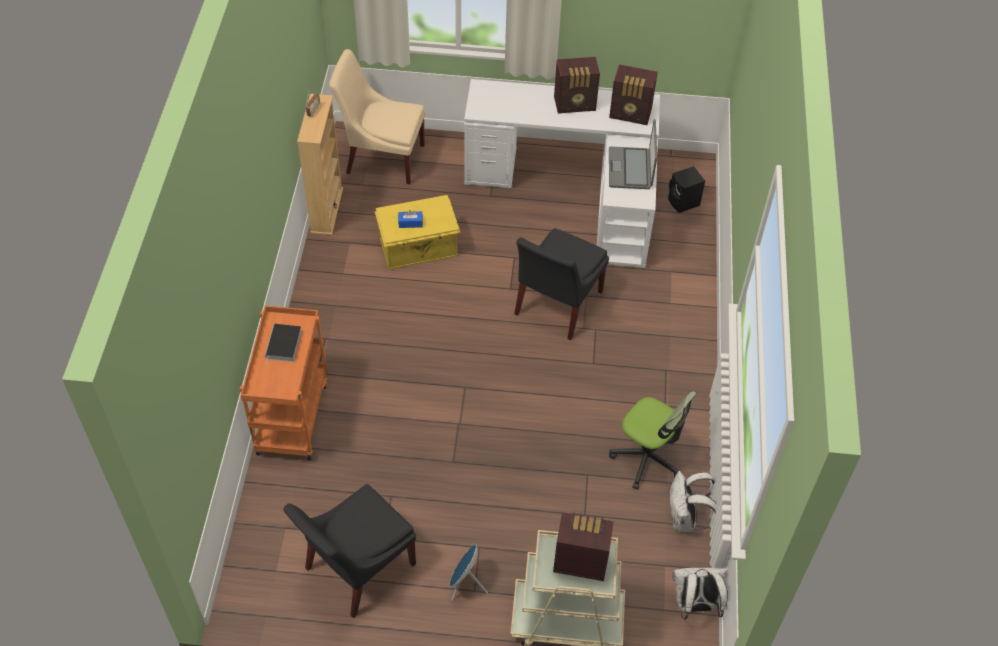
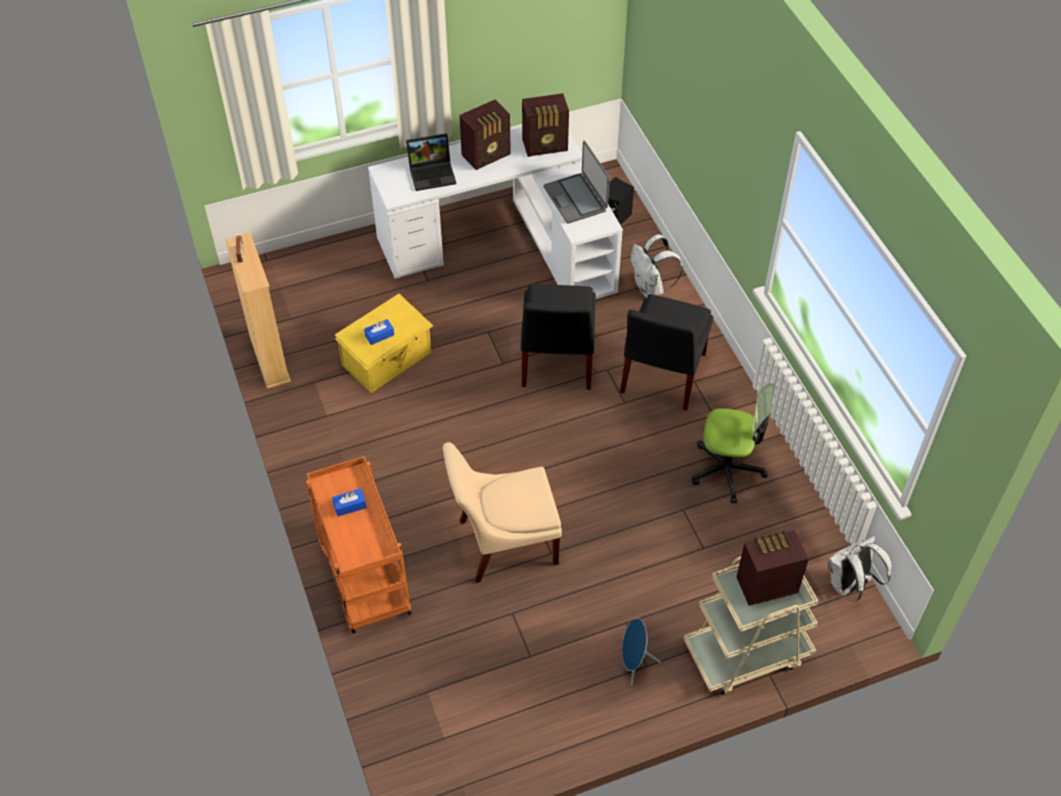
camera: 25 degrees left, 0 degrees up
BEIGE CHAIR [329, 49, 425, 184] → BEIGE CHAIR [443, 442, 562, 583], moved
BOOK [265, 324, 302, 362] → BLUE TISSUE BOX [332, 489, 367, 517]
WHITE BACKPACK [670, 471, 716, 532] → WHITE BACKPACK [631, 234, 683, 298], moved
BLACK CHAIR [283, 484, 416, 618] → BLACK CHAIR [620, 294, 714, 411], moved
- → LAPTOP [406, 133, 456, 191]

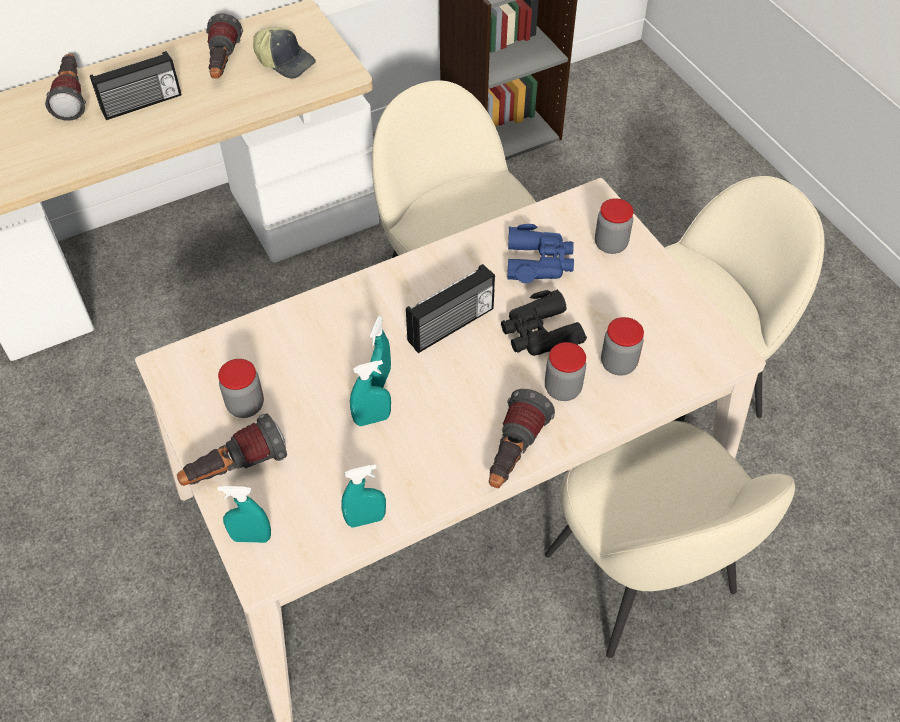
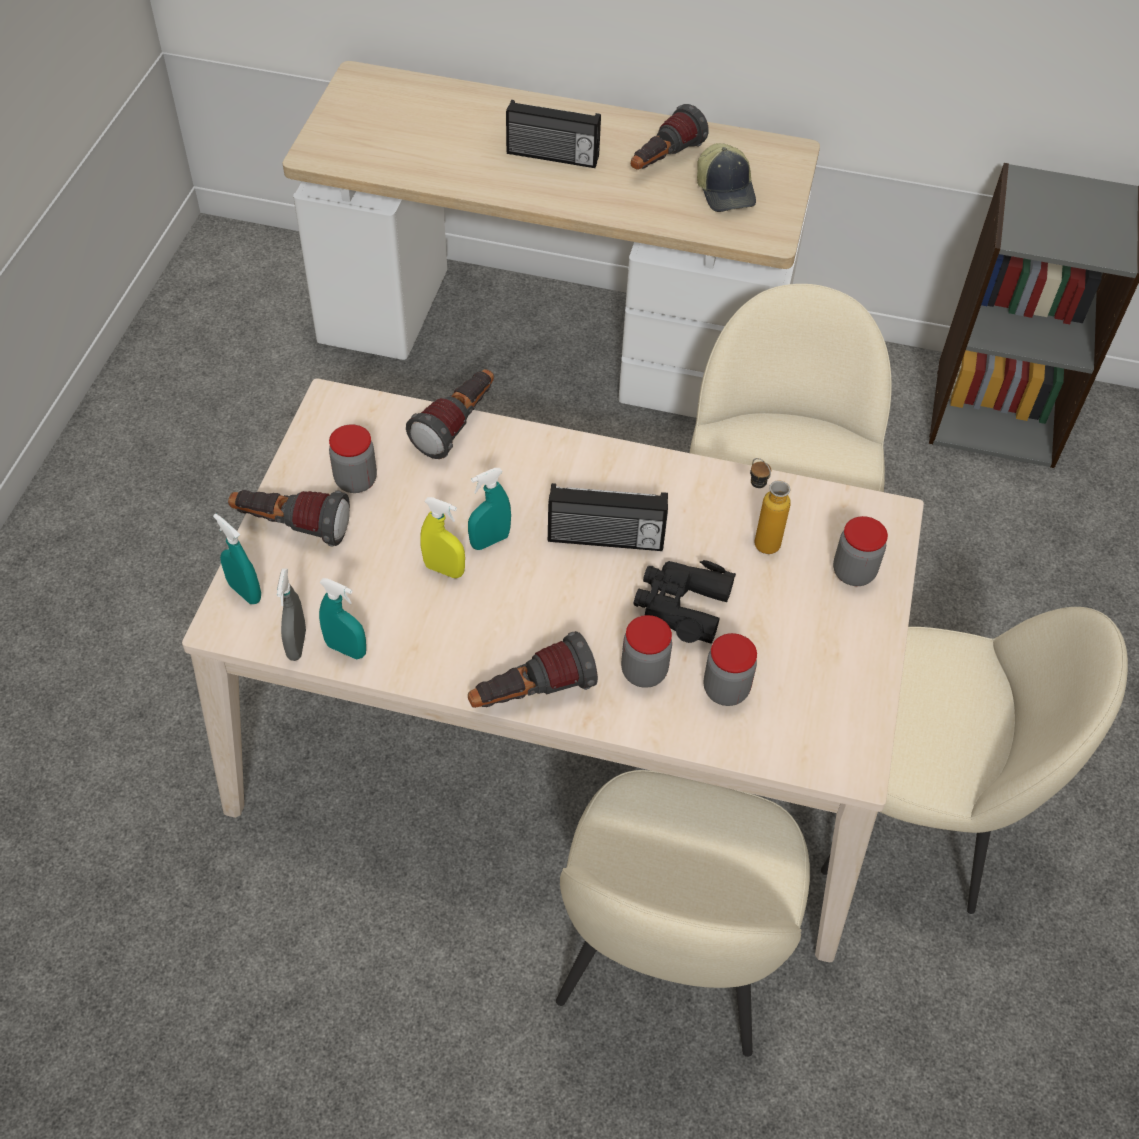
camera: 40 degrees right, 0 degrees up
FLASHLIGHT [45, 54, 86, 121] → FLASHLIGHT [406, 369, 494, 459], moved
BLUE BINOCULARS [507, 224, 574, 283] → BOTTLE [750, 458, 791, 554]
TURQUOISE SPRAY BOTTLE [350, 360, 391, 426] → YELLOW SPRAY BOTTLE [420, 497, 465, 578]
- → GREY SPRAY BOTTLE [277, 568, 306, 661]

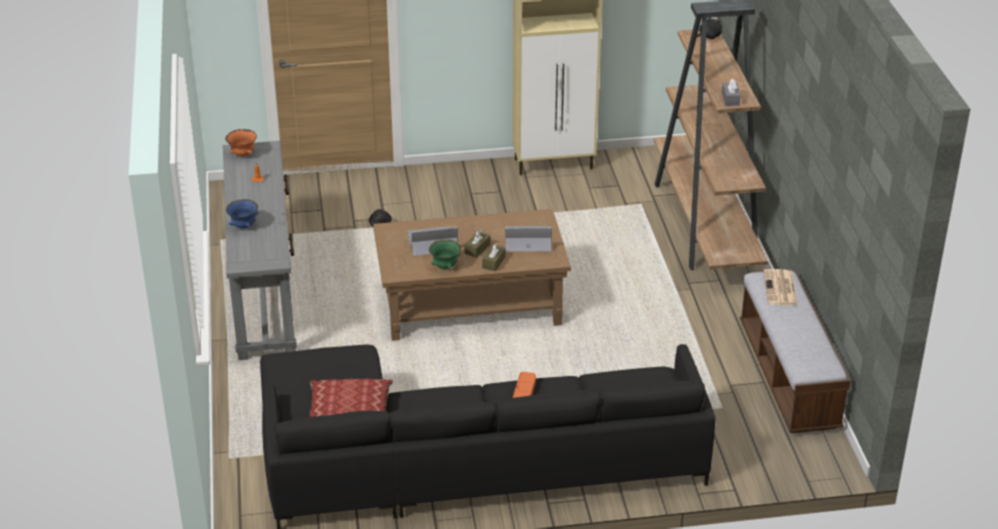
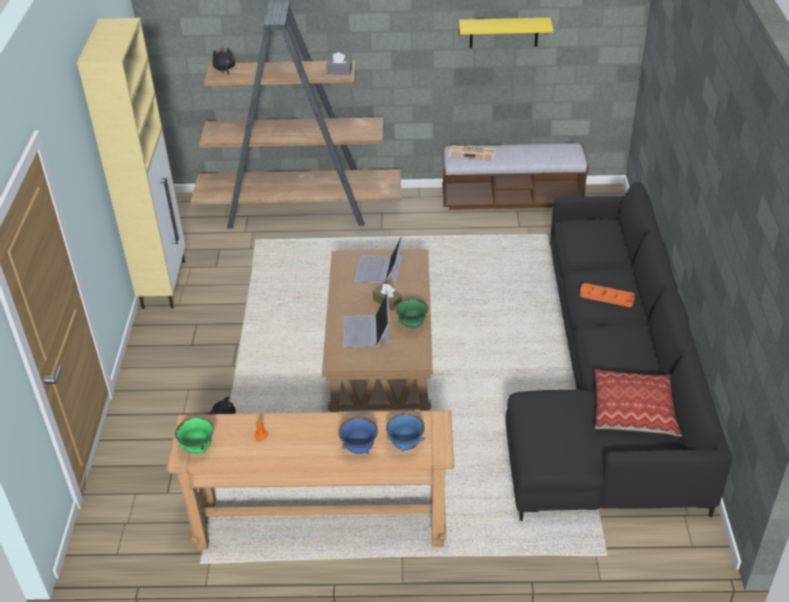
camera: 80 degrees left, 5 degrees up
ORANGE BOWL [225, 129, 257, 156] → GREEN BOWL [175, 417, 214, 454]
GREY CONSOLE TABLE [223, 141, 297, 360] → BROWN CONSOLE TABLE [166, 410, 454, 550]
BROWN TISSUE BOX [482, 243, 505, 271] → -
- → YELLOW SHELF [459, 18, 553, 48]
- → BLUE BOWL [386, 413, 425, 452]

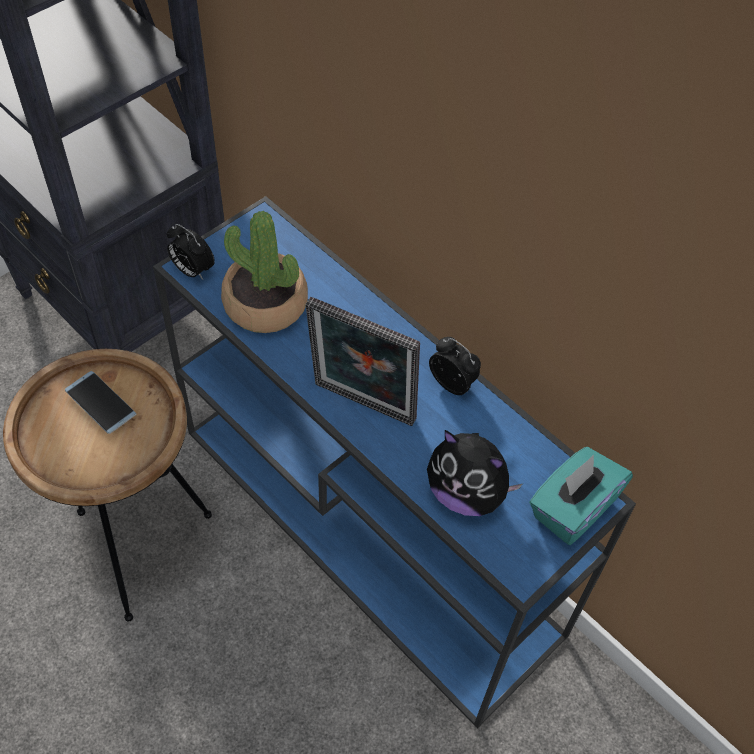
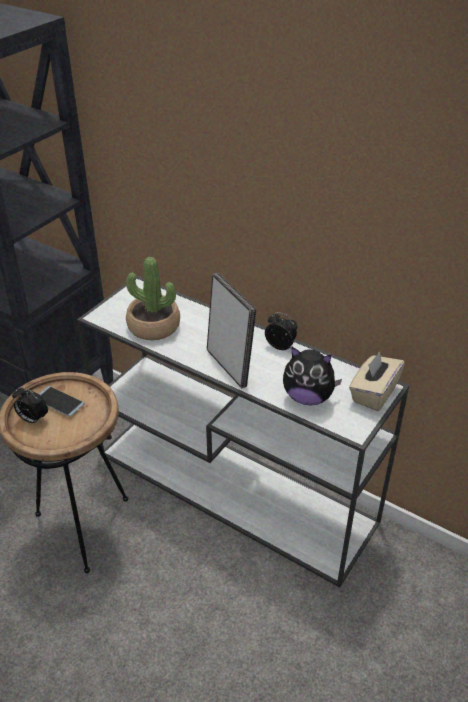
camera: 10 degrees left, 15 degrees down
BLUE CONSOLE TABLE [153, 196, 636, 729] → WHITE CONSOLE TABLE [77, 276, 409, 588]
ALARM CLOCK [166, 224, 215, 280] → ALARM CLOCK [12, 387, 48, 424], moved
PICTURE FRAME [306, 297, 420, 426] → PICTURE FRAME [207, 273, 256, 388], 135 degrees counterclockwise
TURQUOISE TISSUE BOX [529, 447, 633, 545] → BEIGE TISSUE BOX [349, 352, 405, 411]

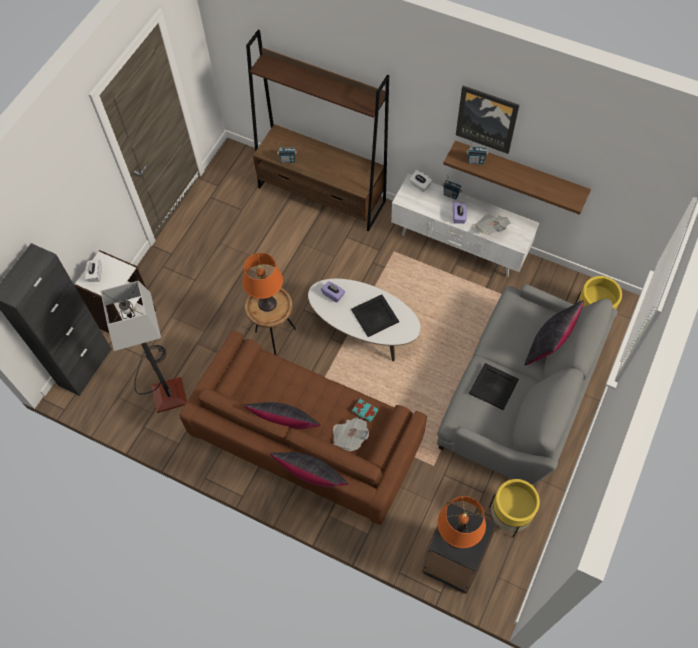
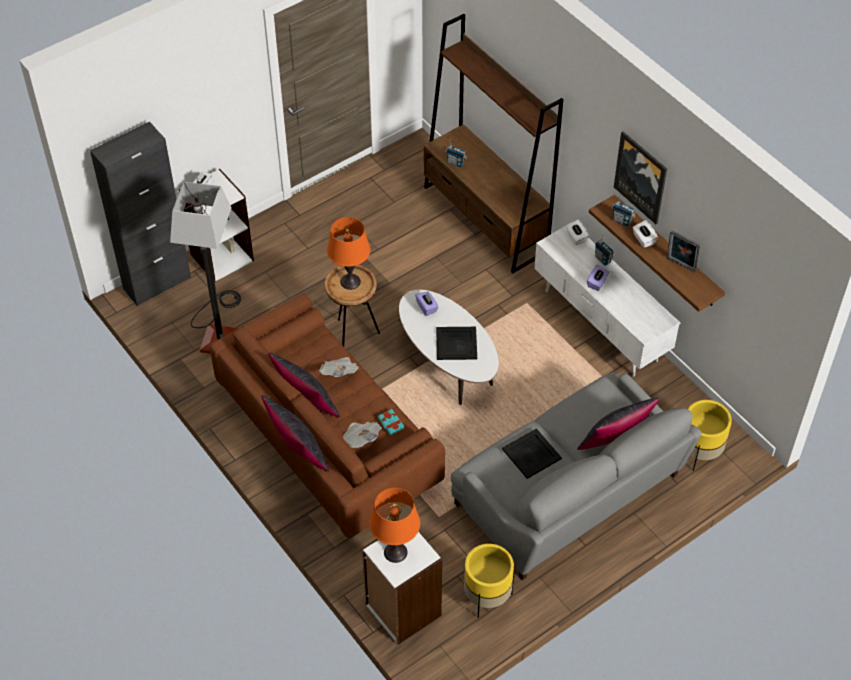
camera: 25 degrees right, 10 degrees down
NEWSPAPER [474, 214, 511, 235] → NEWSPAPER [319, 357, 359, 377], moved
BLACK BOOKCASE [421, 502, 497, 594] → WHITE BOOKCASE [362, 532, 442, 645]
- → WHITE TISSUE BOX [632, 220, 658, 248]
- → PICTURE FRAME [667, 230, 700, 272]

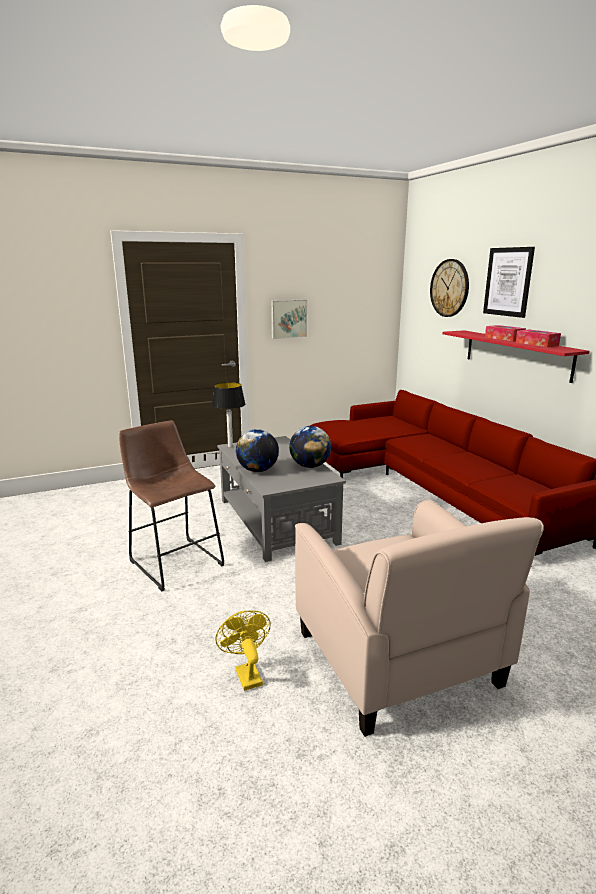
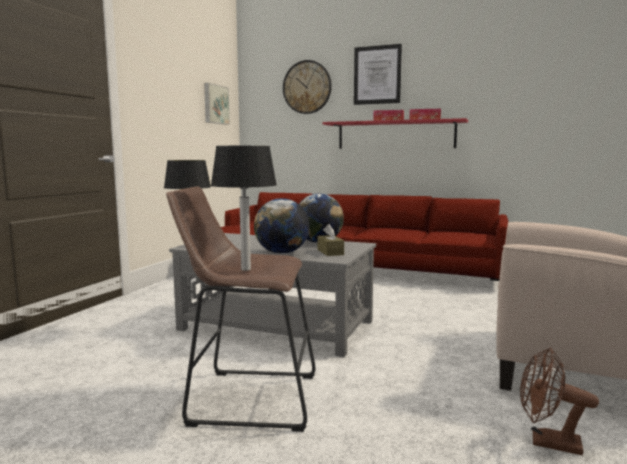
camera: 45 degrees left, 10 degrees down
PICTURE [271, 300, 307, 339] → PICTURE [204, 83, 230, 125], moved
YELLOW FAN [215, 610, 271, 691] → BROWN FAN [520, 348, 599, 455]
- → TABLE LAMP [211, 146, 277, 271]
- → BROWN TISSUE BOX [317, 224, 344, 256]

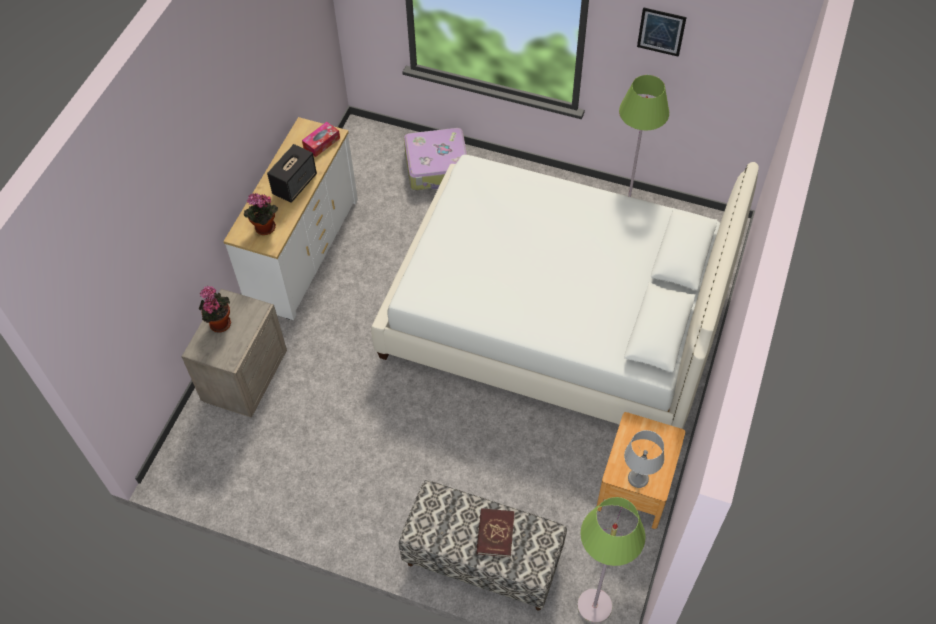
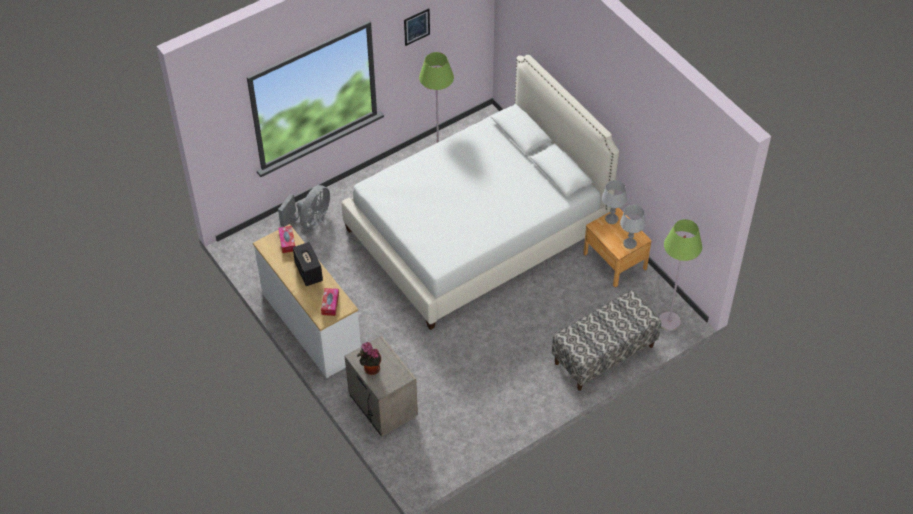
camera: 55 degrees left, 5 degrees down
SUITCASE [404, 128, 467, 190] → GREY FAN [278, 185, 330, 230]
POTTED PLANT [243, 193, 278, 235] → TISSUE BOX [321, 288, 339, 316]
RED BOOK [477, 508, 515, 557] → -
- → GREY TABLE LAMP [602, 180, 627, 224]

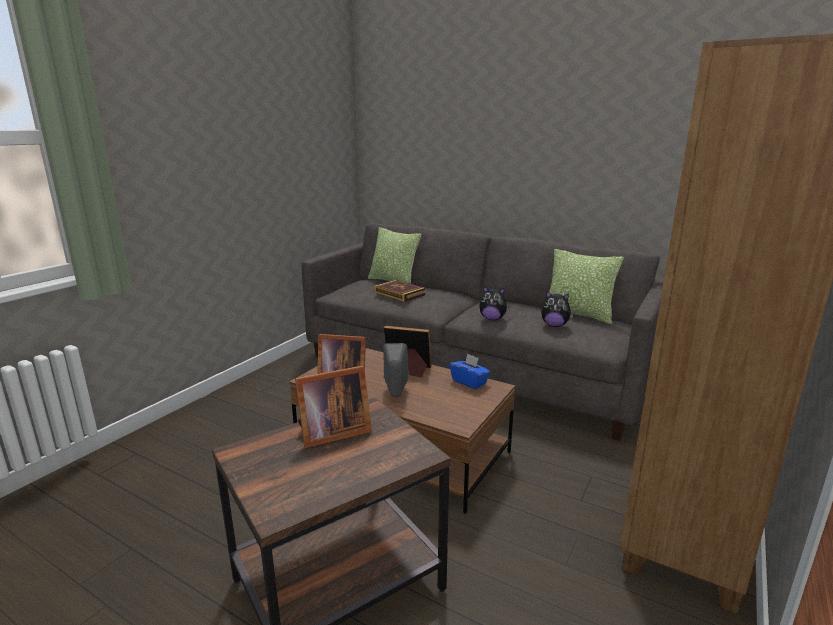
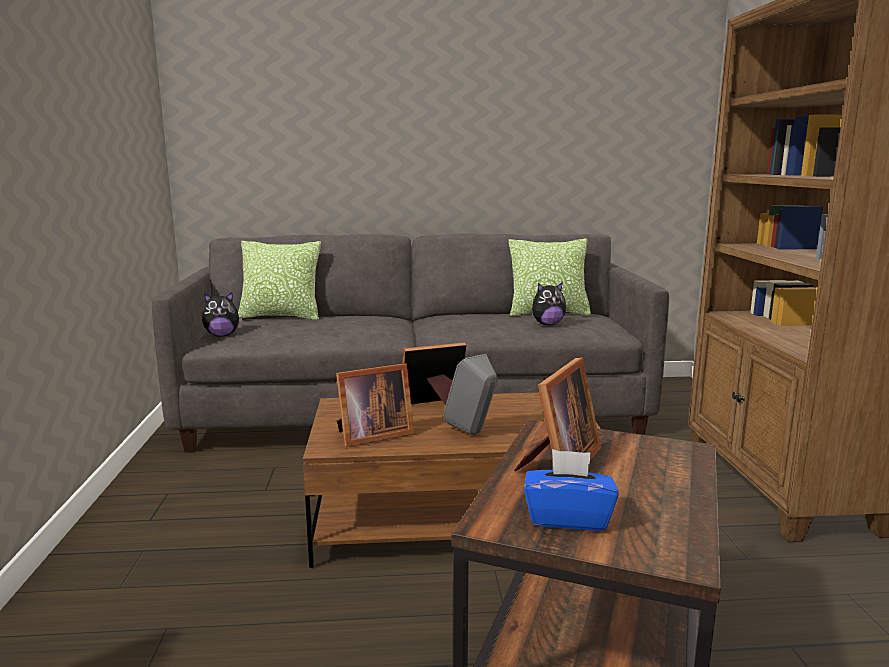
camera: 35 degrees left, 5 degrees down
BOOK [375, 280, 426, 302] → -
PLUSH TOY [479, 286, 510, 320] → PLUSH TOY [202, 292, 242, 337], moved
BLUE TISSUE BOX [450, 353, 490, 389] → BLUE TISSUE BOX [524, 449, 619, 531], moved

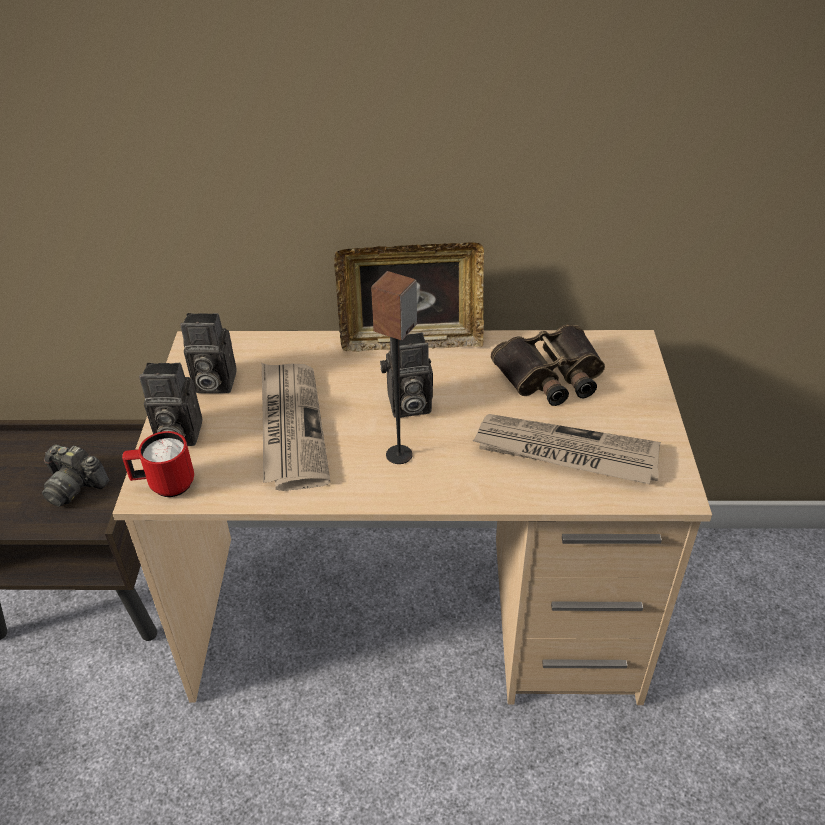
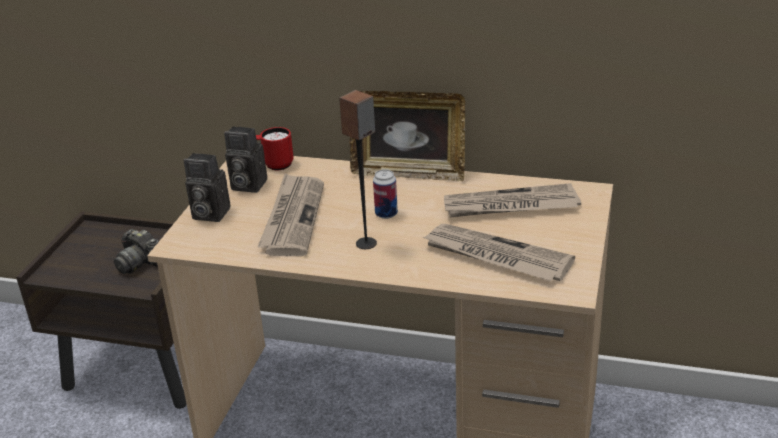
camera: 15 degrees right, 10 degrees down
BINOCULARS [491, 324, 605, 406] → NEWSPAPER [444, 183, 581, 217]
PHOTO CAMERA [380, 332, 433, 418] → CAN [373, 169, 398, 219]
RED MUG [122, 431, 194, 497] → RED MUG [256, 127, 294, 170], moved

